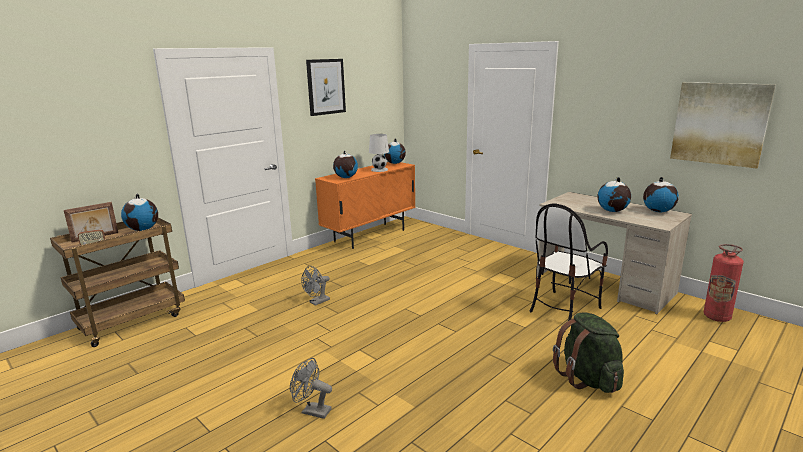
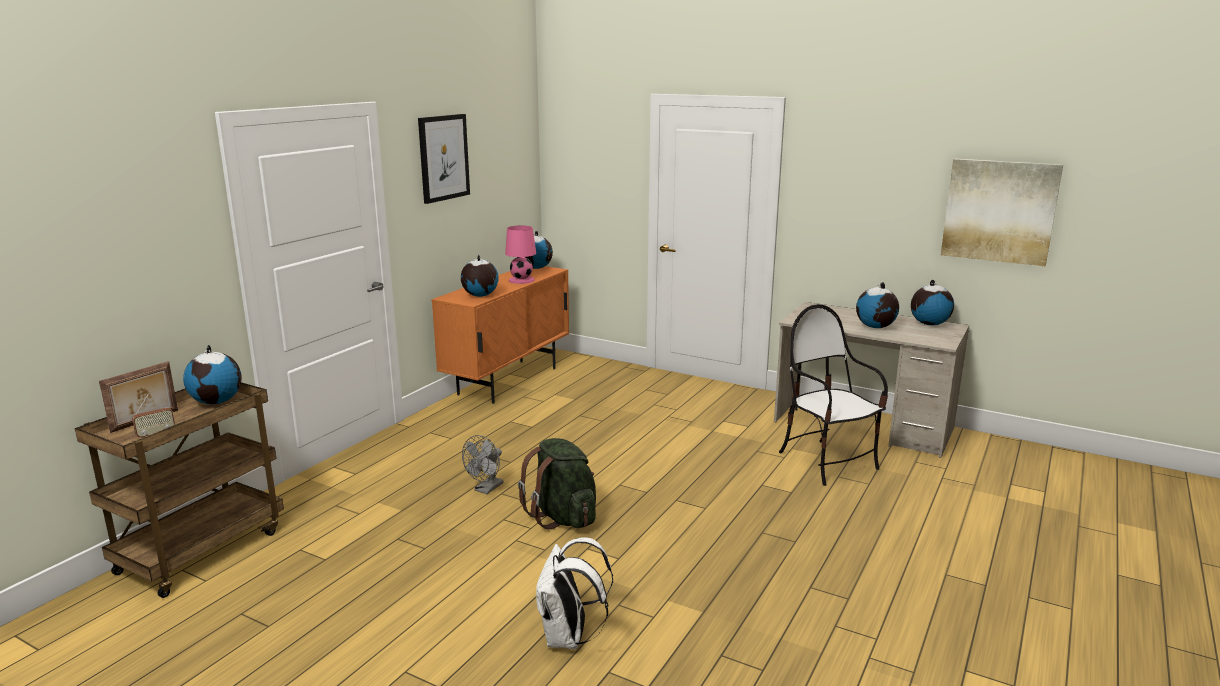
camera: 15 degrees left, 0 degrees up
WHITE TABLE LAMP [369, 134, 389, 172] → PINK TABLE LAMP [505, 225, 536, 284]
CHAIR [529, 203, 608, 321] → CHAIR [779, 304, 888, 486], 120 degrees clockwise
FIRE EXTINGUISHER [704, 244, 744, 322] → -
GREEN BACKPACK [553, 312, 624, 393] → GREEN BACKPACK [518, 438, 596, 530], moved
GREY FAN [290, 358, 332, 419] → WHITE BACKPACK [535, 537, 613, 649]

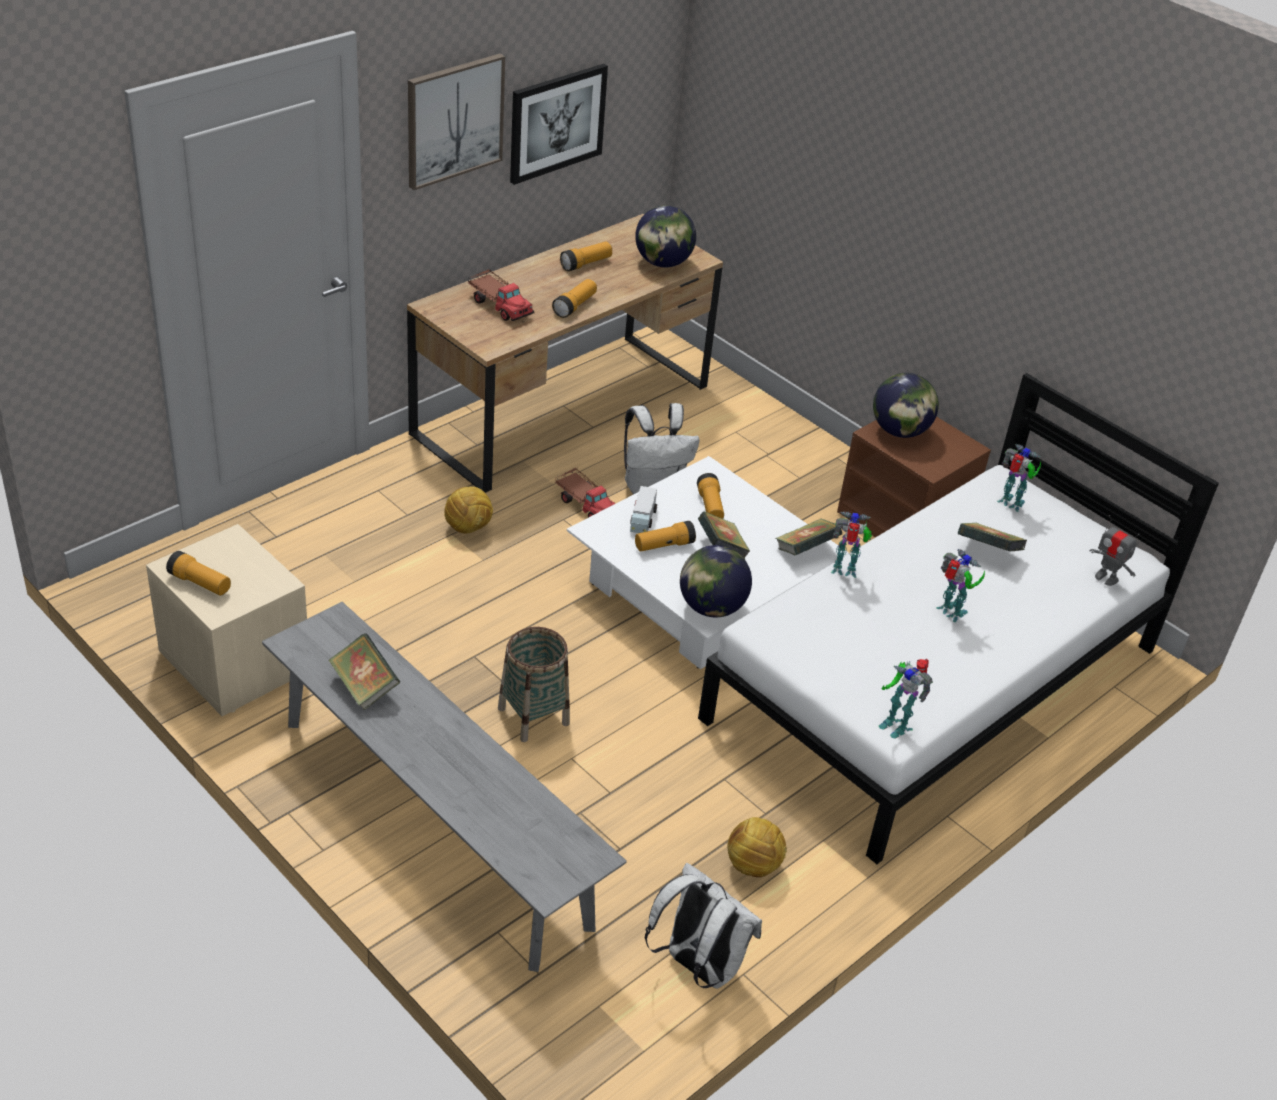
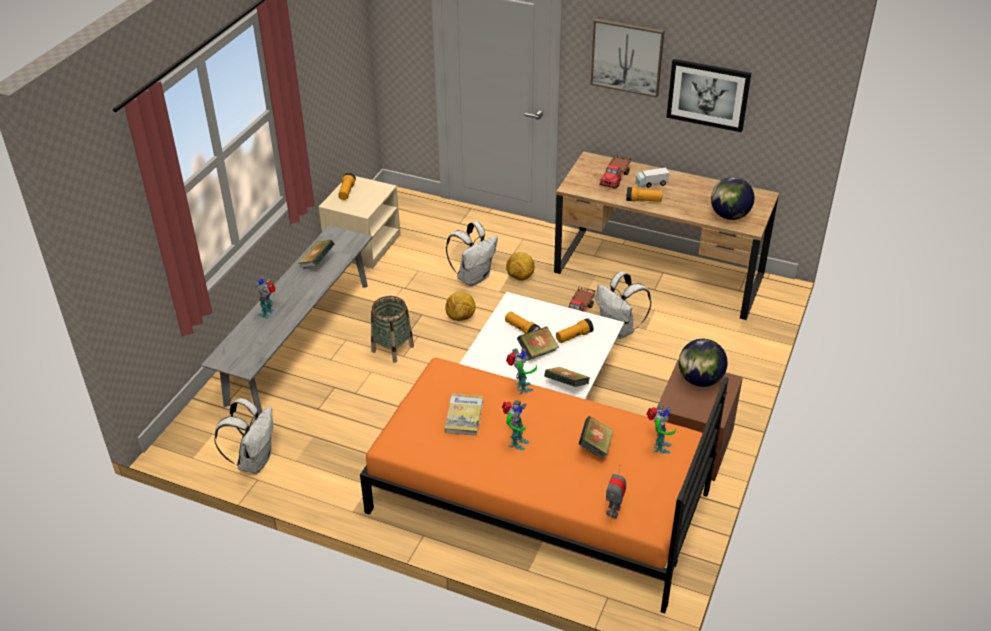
camera: 70 degrees right, 0 degrees up
FLASHLIGHT [560, 241, 612, 271] → -
WHITE BED [698, 373, 1219, 864] → ORANGE BED [360, 358, 729, 613]
TOY TRUCK [630, 486, 657, 533] → TOY TRUCK [636, 168, 669, 188], moved
GLOBE [680, 545, 752, 617] → -
TOY ROBOT [879, 659, 933, 739] → TOY ROBOT [254, 276, 276, 320], moved
FOOTBALL [728, 817, 787, 877] → FOOTBALL [445, 292, 476, 321], moved
- → WHITE BACKPACK [446, 221, 498, 286]
- → BOOK [444, 393, 483, 436]

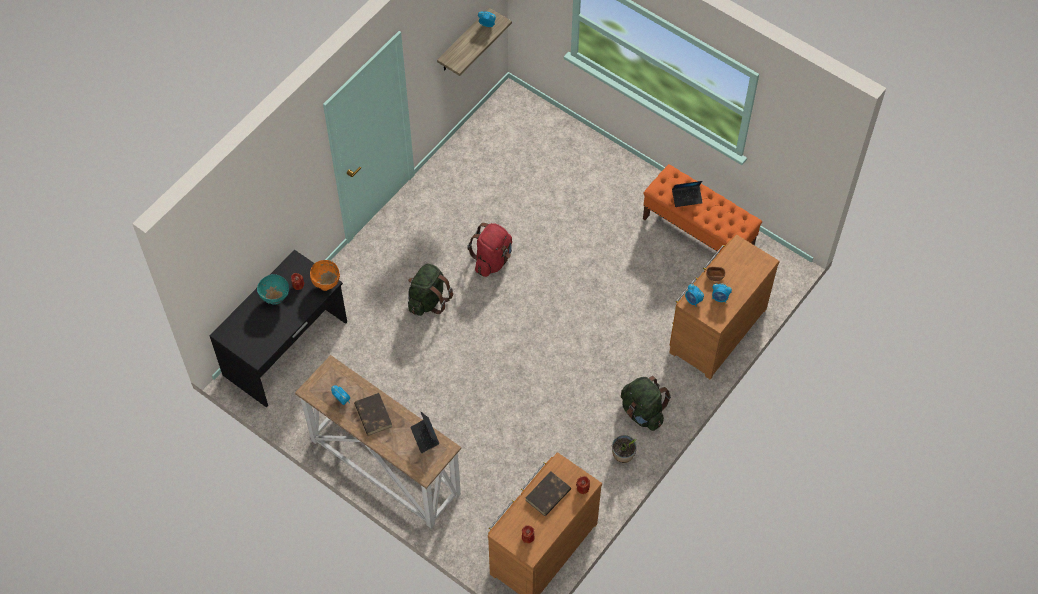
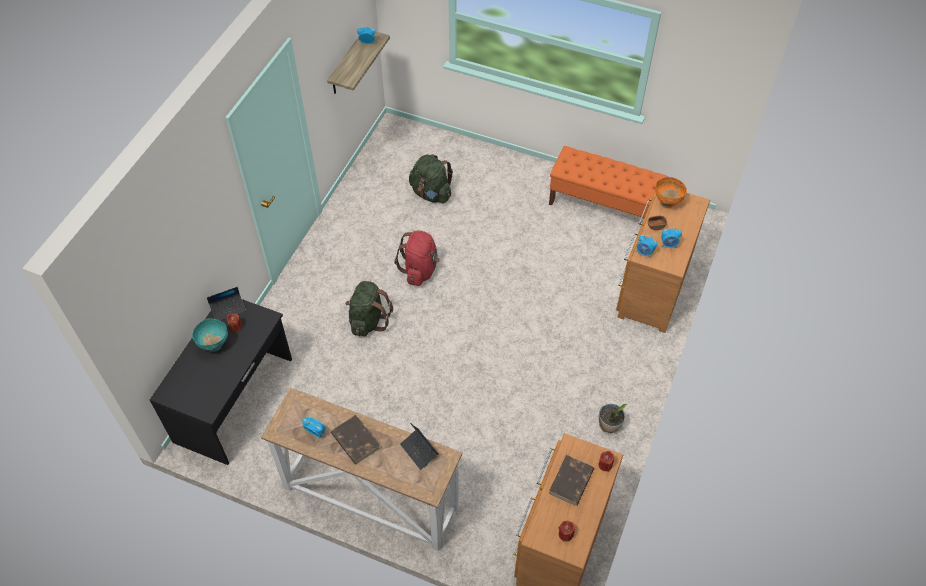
camera: 15 degrees left, 5 degrees down
LAPTOP [672, 181, 703, 207] → LAPTOP [207, 287, 246, 321], moved
ORANGE BOWL [310, 260, 340, 291] → ORANGE BOWL [655, 177, 687, 209], moved
GREEN BACKPACK [621, 376, 671, 431] → GREEN BACKPACK [409, 154, 453, 204], moved

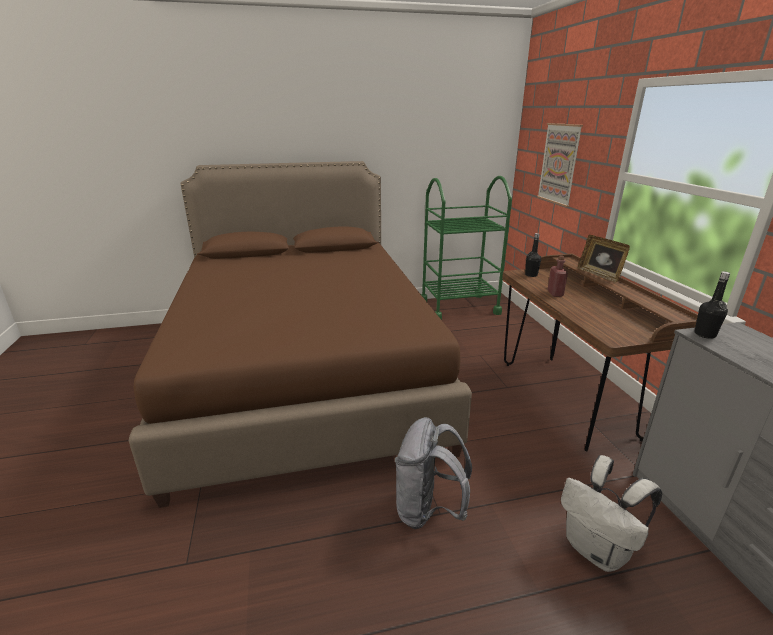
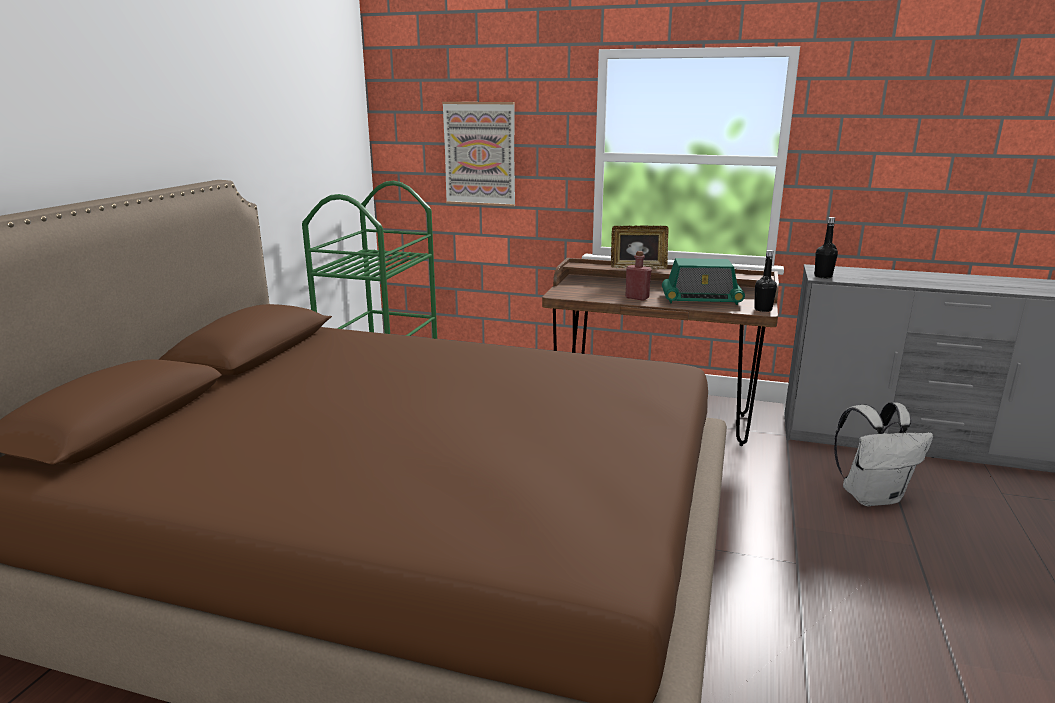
camera: 60 degrees left, 5 degrees down
BLACK BOTTLE [525, 233, 541, 277] → BLACK BOTTLE [754, 250, 777, 312], moved
GREY BACKPACK [395, 417, 472, 529] → -
- → RADIO [662, 258, 745, 305]

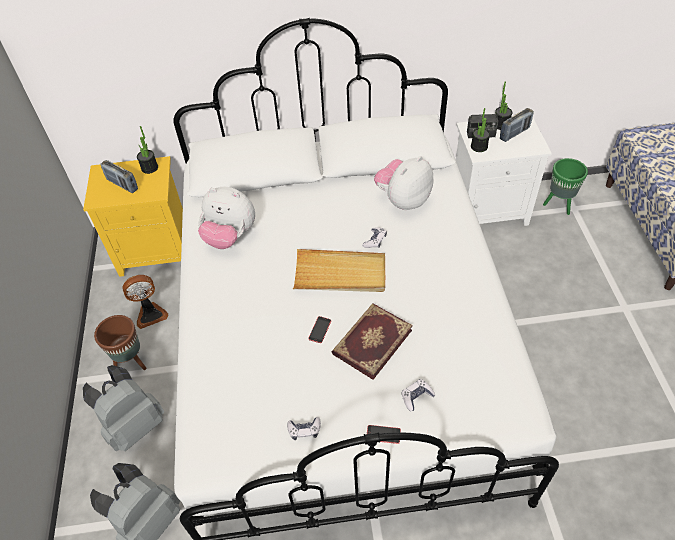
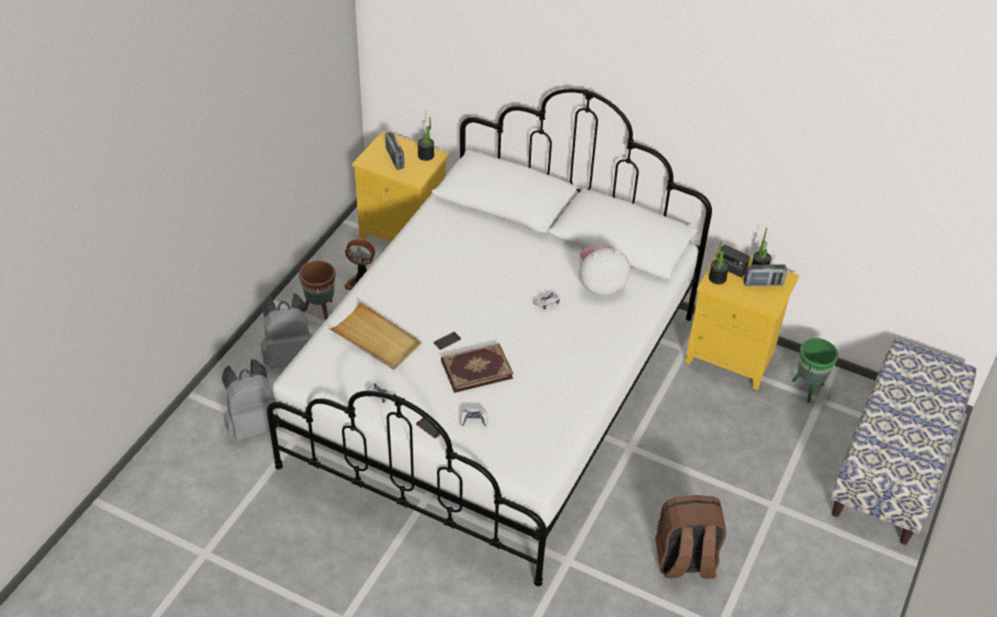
camera: 30 degrees right, 5 degrees down
WHITE NIGHTSTAND [456, 116, 552, 226] → YELLOW NIGHTSTAND [685, 253, 800, 390]
PLUSH TOY [198, 187, 255, 249] → -
BEIGE TRAY [293, 249, 385, 292] → BEIGE TRAY [328, 301, 422, 370], moved
- → BROWN BACKPACK [656, 495, 726, 579]

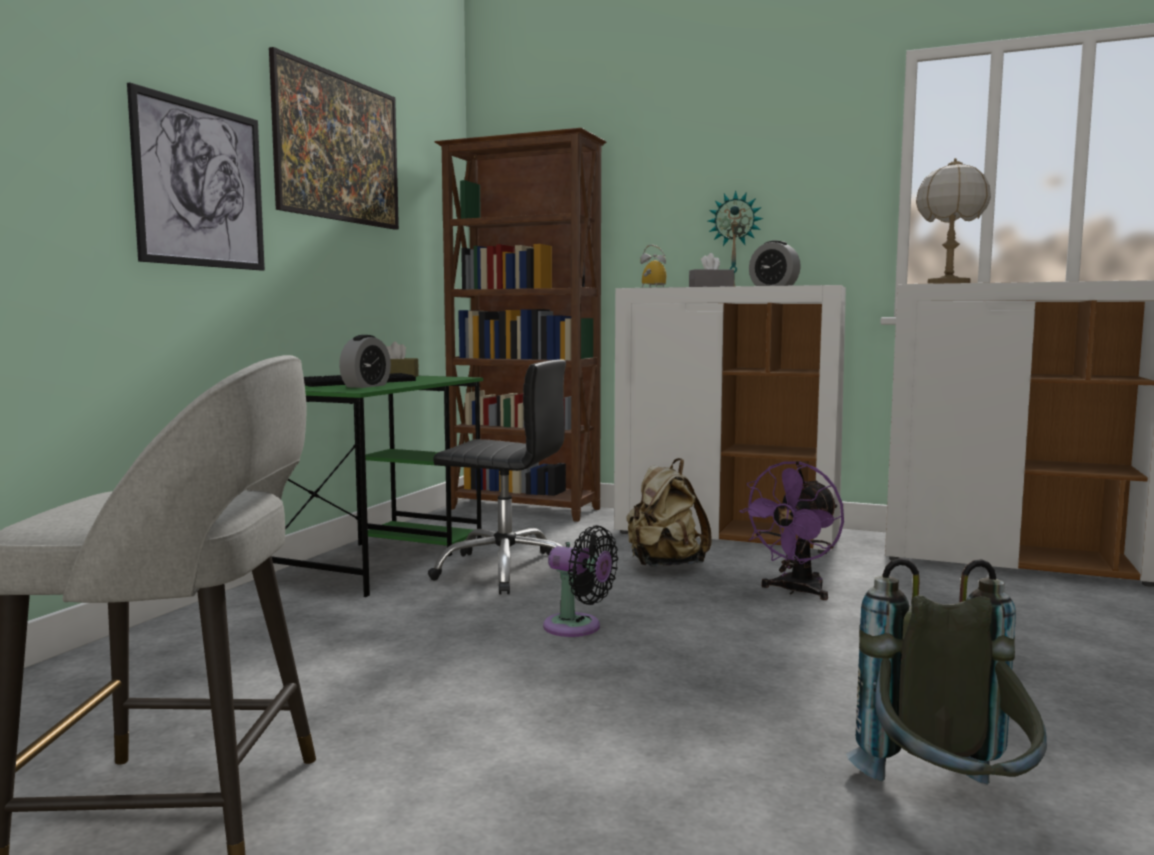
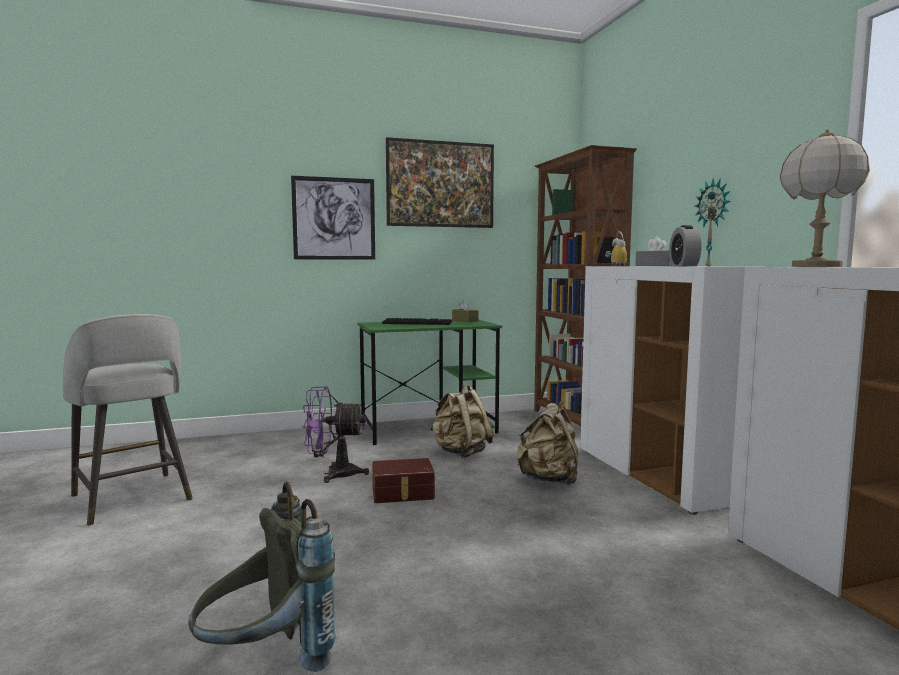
camera: 50 degrees right, 0 degrees up
ALARM CLOCK [339, 335, 391, 388] → -
BLACK OFFICE CHAIR [428, 359, 566, 594] → BEIGE BACKPACK [430, 384, 494, 458]
PURPLE FAN [739, 461, 844, 600] → PURPLE FAN [302, 386, 369, 483], moved
BLACK FAN [543, 525, 618, 637] → BROWN STORAGE BOX [372, 458, 435, 503]

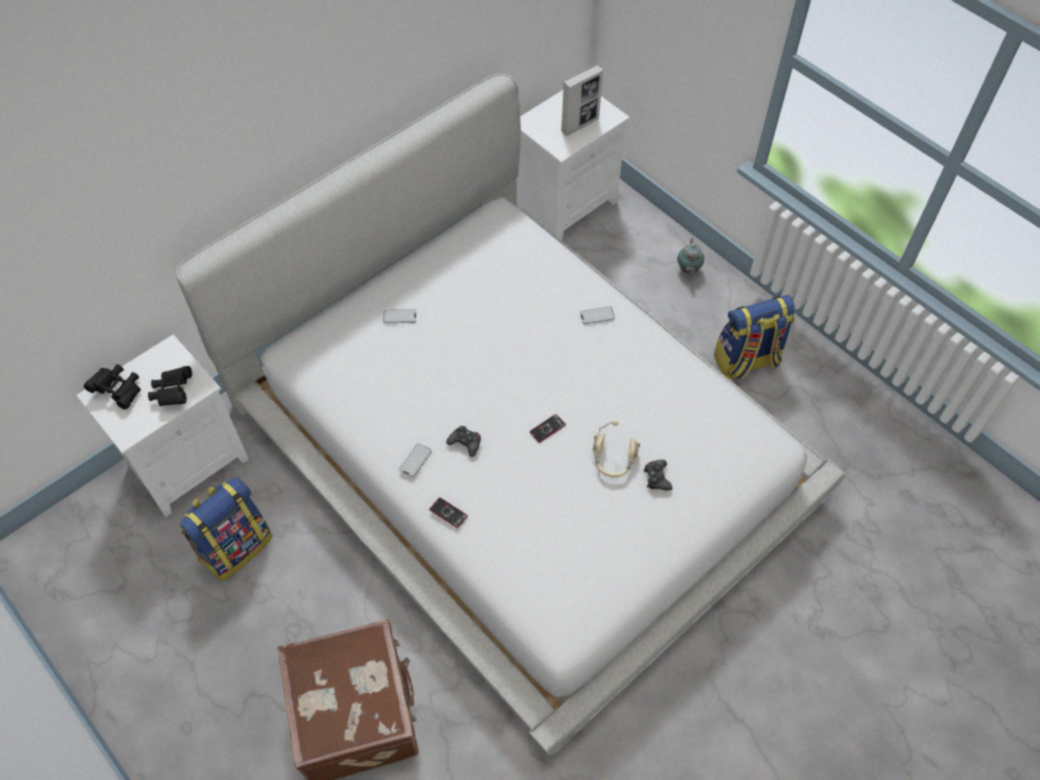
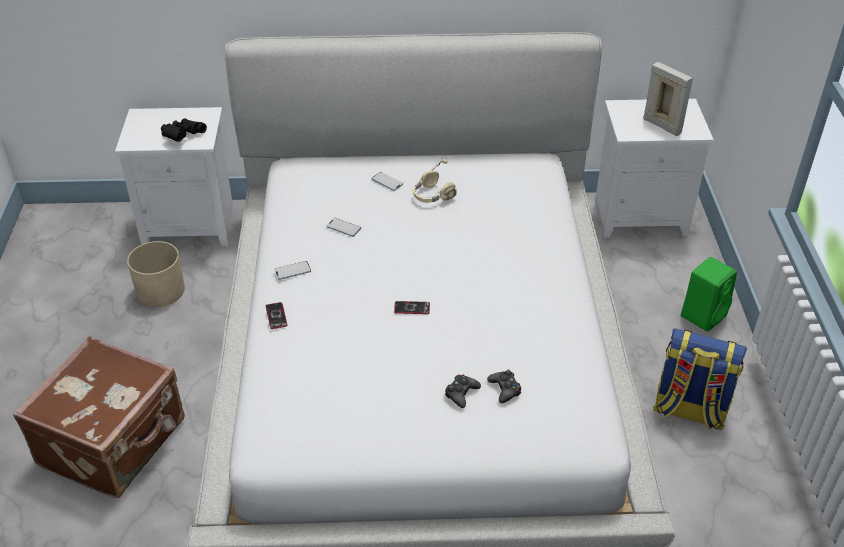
camera: 40 degrees right, 15 degrees down
PICTURE FRAME [561, 65, 603, 136] → PICTURE FRAME [643, 62, 693, 136], 135 degrees counterclockwise
TEAPOT [678, 238, 704, 274] → GREEN SPEAKER [681, 257, 737, 332]
PHONE [580, 307, 615, 324] → PHONE [327, 218, 361, 237], moved
BLACK BINOCULARS [84, 364, 141, 409] → -
BEIGE HEADPHONES [592, 421, 640, 477] → BEIGE HEADPHONES [413, 159, 456, 203], moved
BLACK GAME CONTROLLER [446, 426, 481, 457] → BLACK GAME CONTROLLER [487, 370, 521, 403], moved
BACKPACK [180, 477, 272, 581] → BEIGE PLANTER [127, 241, 185, 307]

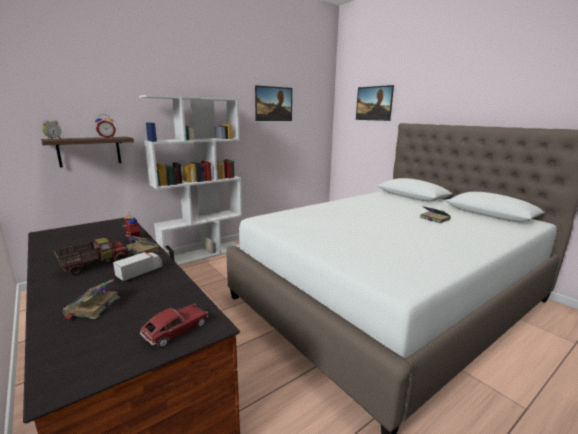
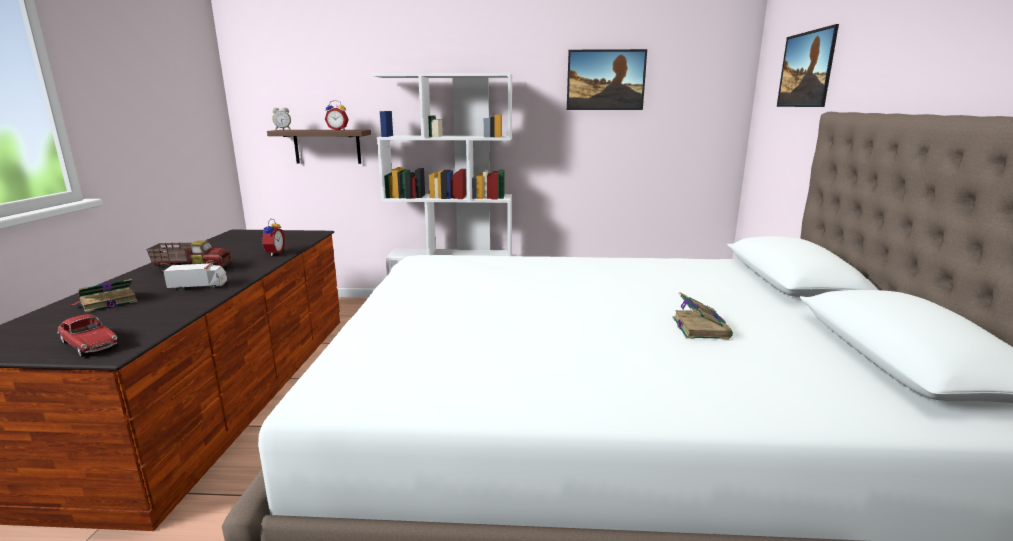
camera: 40 degrees right, 0 degrees up
BOOK [125, 235, 161, 255] → -
TOY CAR [140, 304, 208, 347] → TOY CAR [58, 314, 118, 357], 45 degrees clockwise

